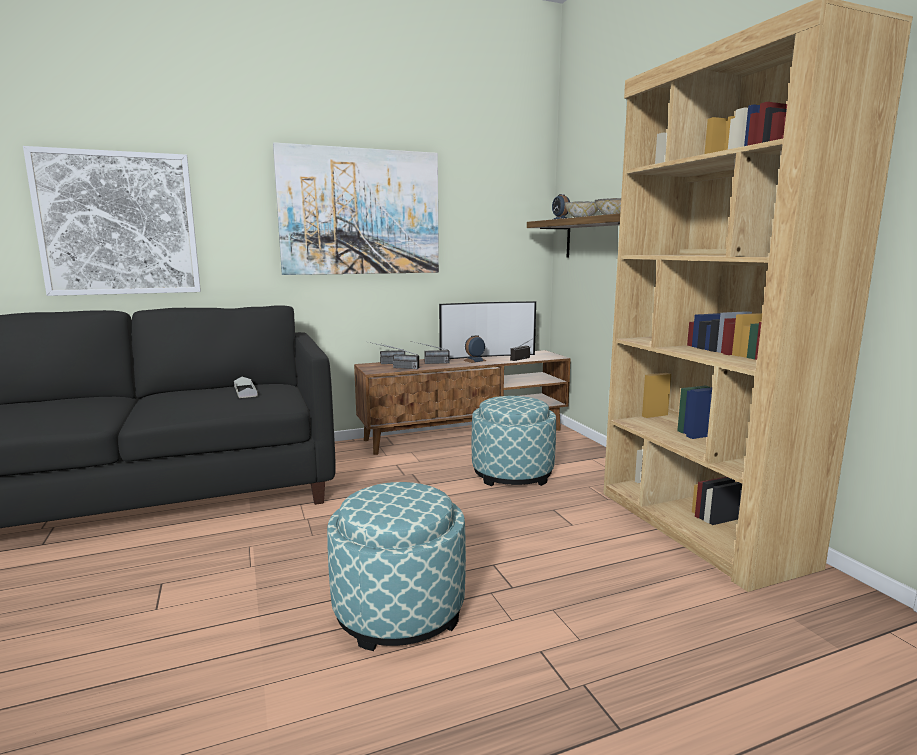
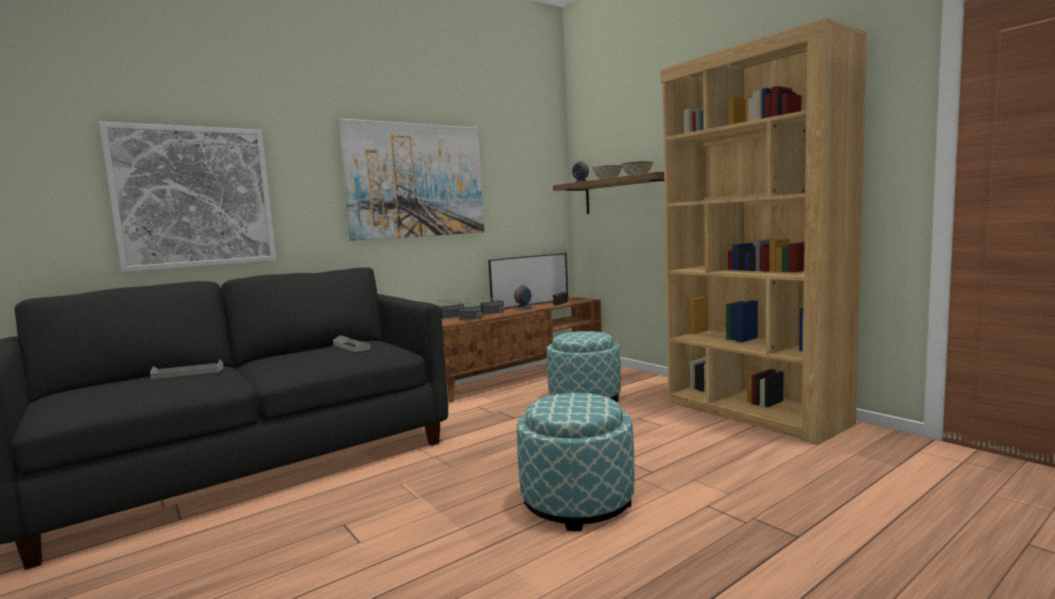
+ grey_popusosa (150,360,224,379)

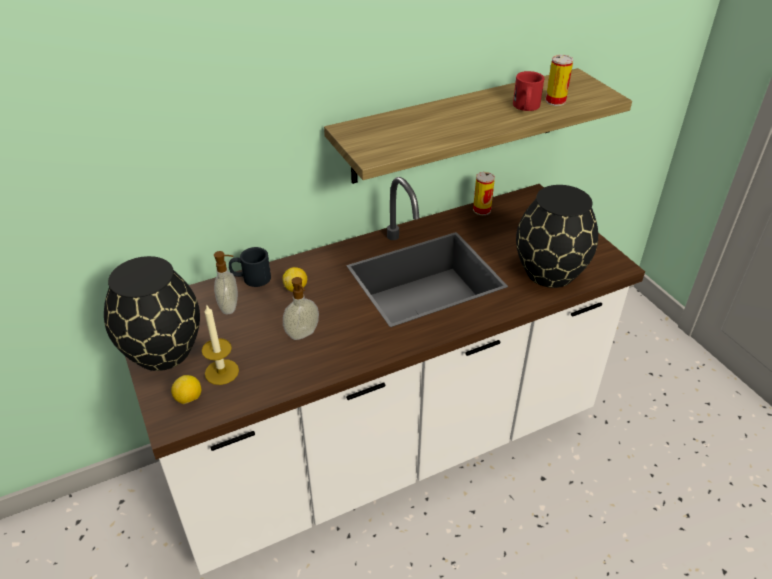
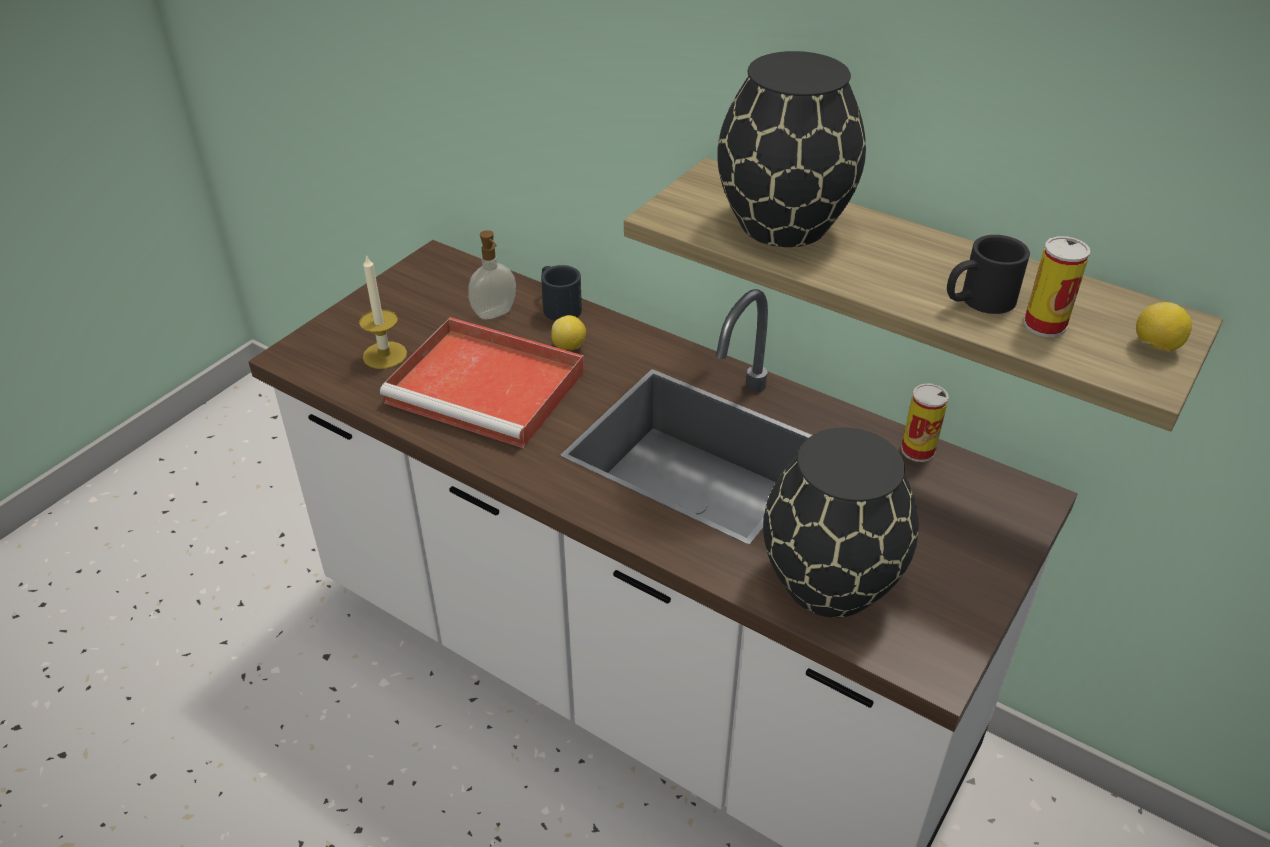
~ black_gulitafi (104,256,200,371) to (717,51,866,247)
~ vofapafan (171,375,201,404) to (1136,302,1192,352)
~ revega (283,277,319,340) to red_popusosa (380,317,584,448)
~ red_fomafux (513,71,544,111) to black_fomafux (947,235,1030,314)

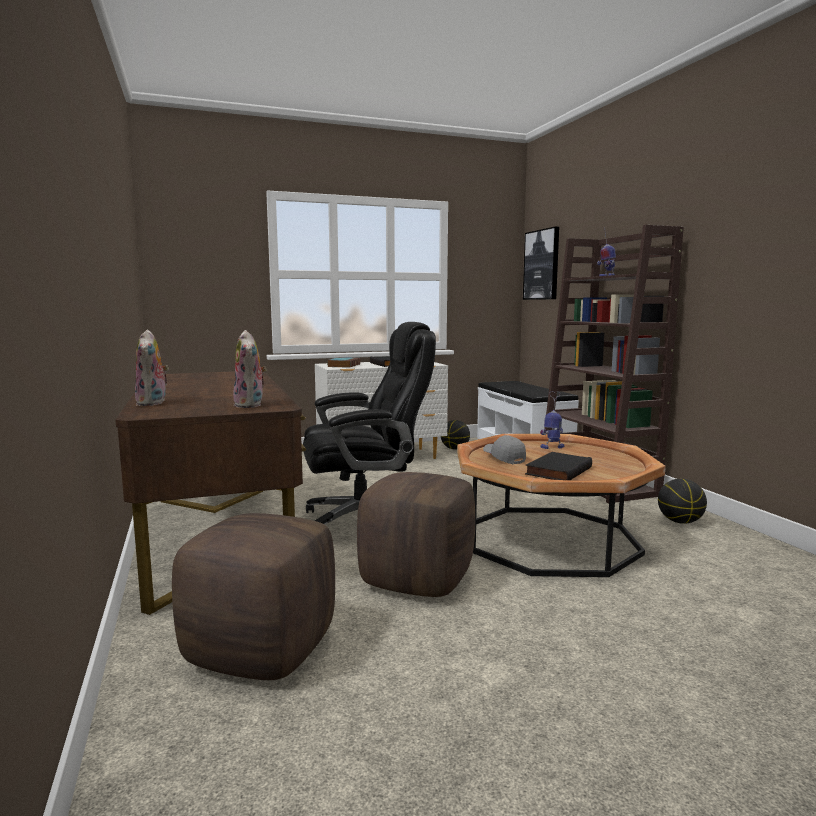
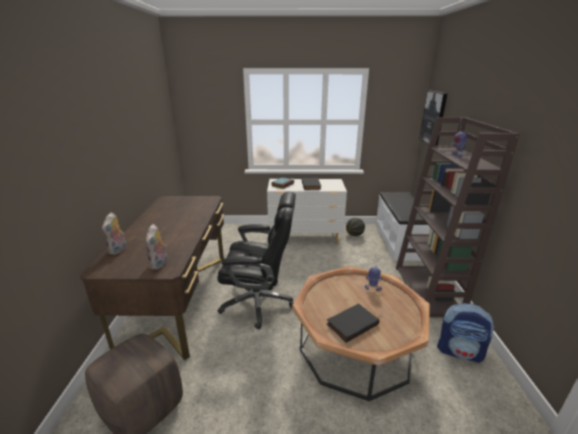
- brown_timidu (357,472,475,597)
- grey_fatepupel (483,435,526,464)
~ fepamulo (658,479,707,524) to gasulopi (437,303,495,363)

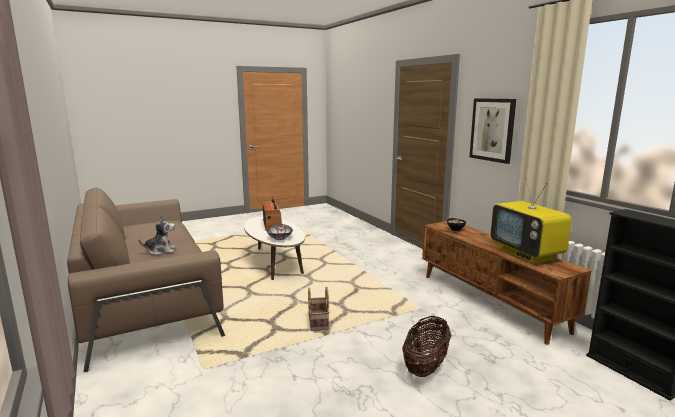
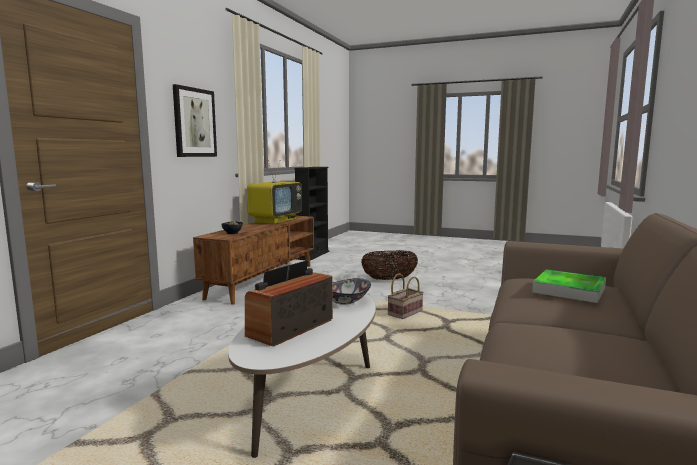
~ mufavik (138,215,175,255) to popusosa (532,269,606,303)

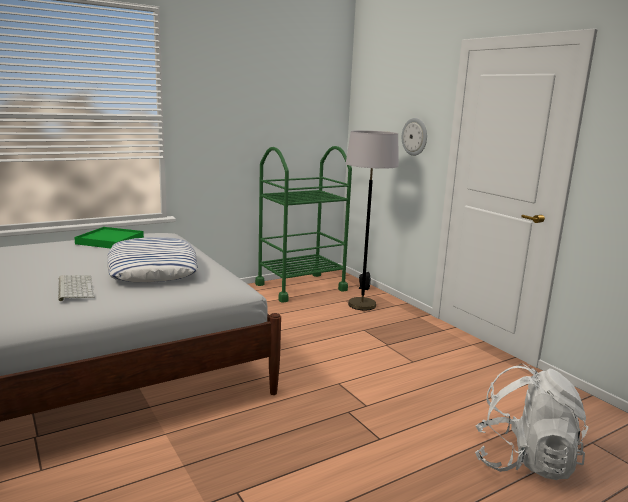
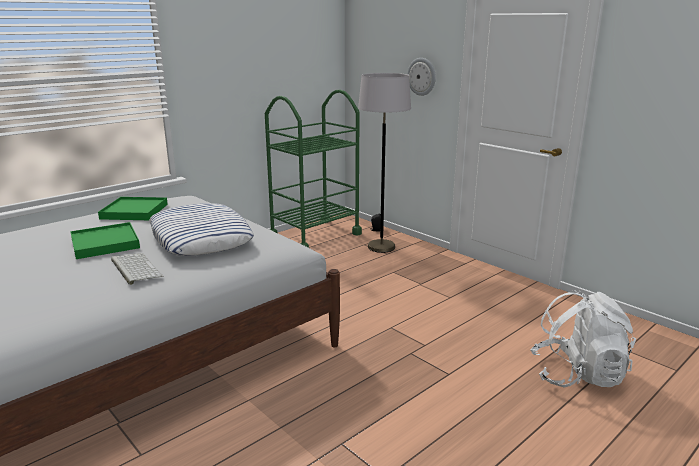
+ green_popusosa (70,222,140,259)

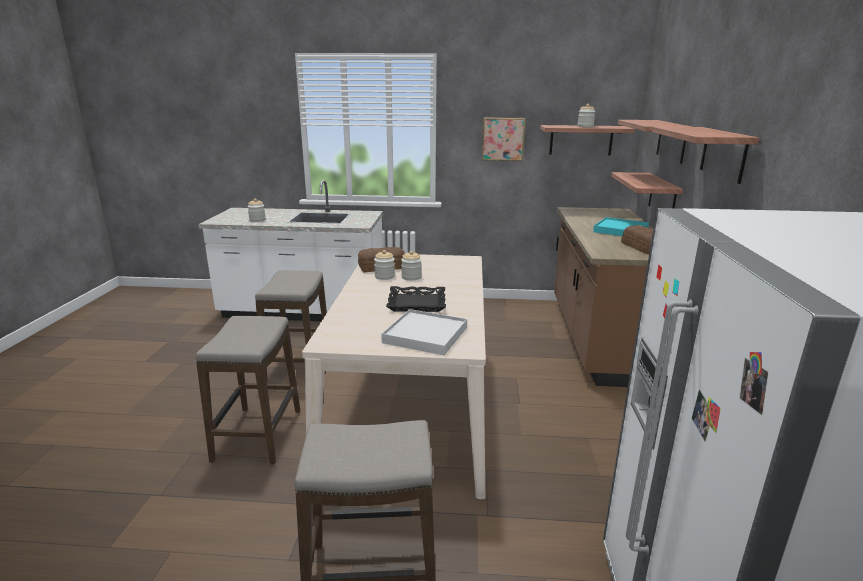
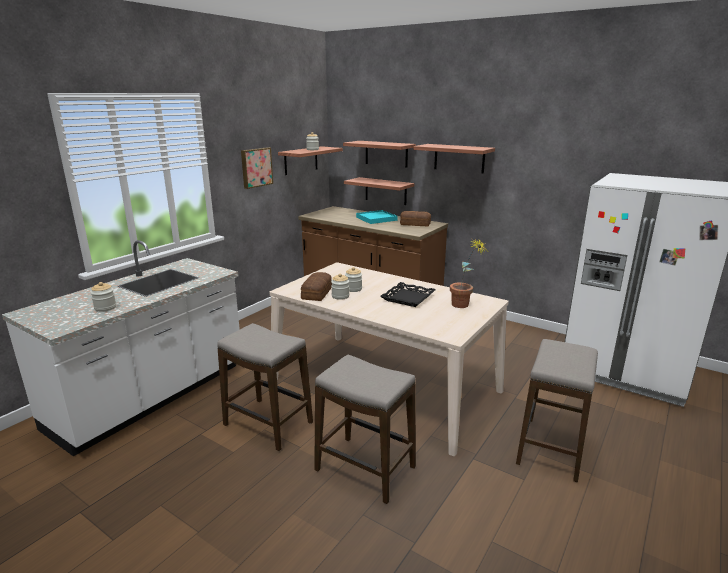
~ white_popusosa (381,309,467,355) to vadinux (450,238,487,308)

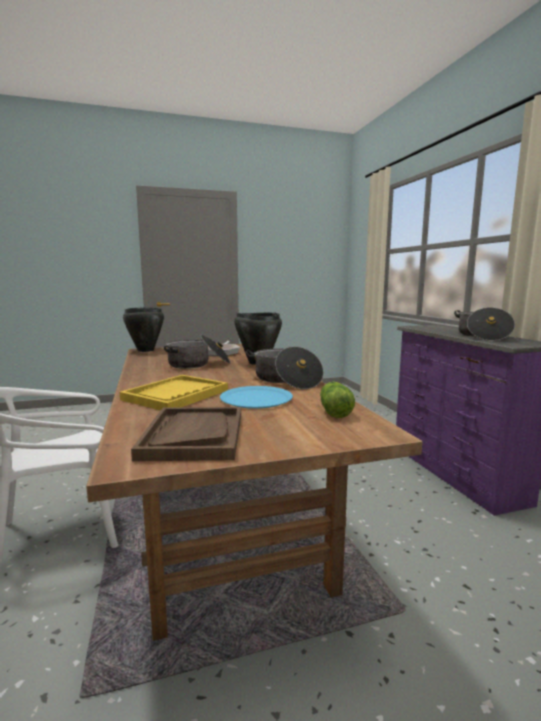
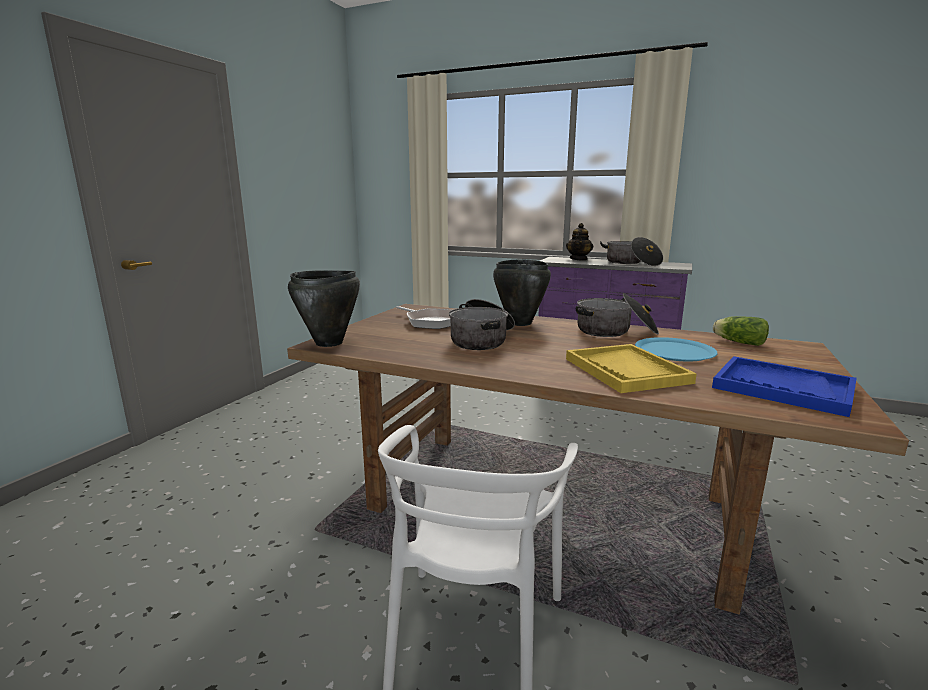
~ brown_popusosa (131,407,241,461) to blue_popusosa (712,356,857,417)
+ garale (566,223,593,261)

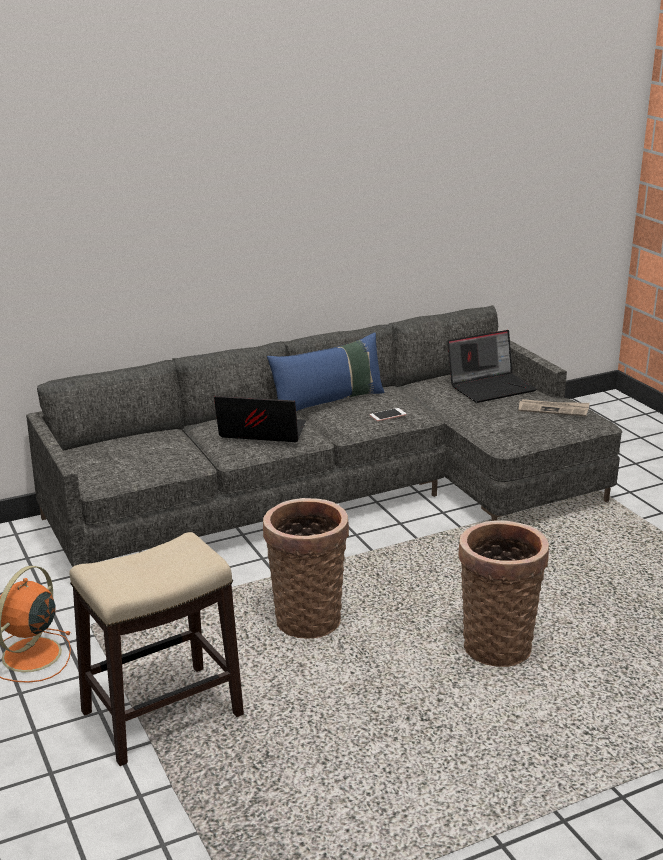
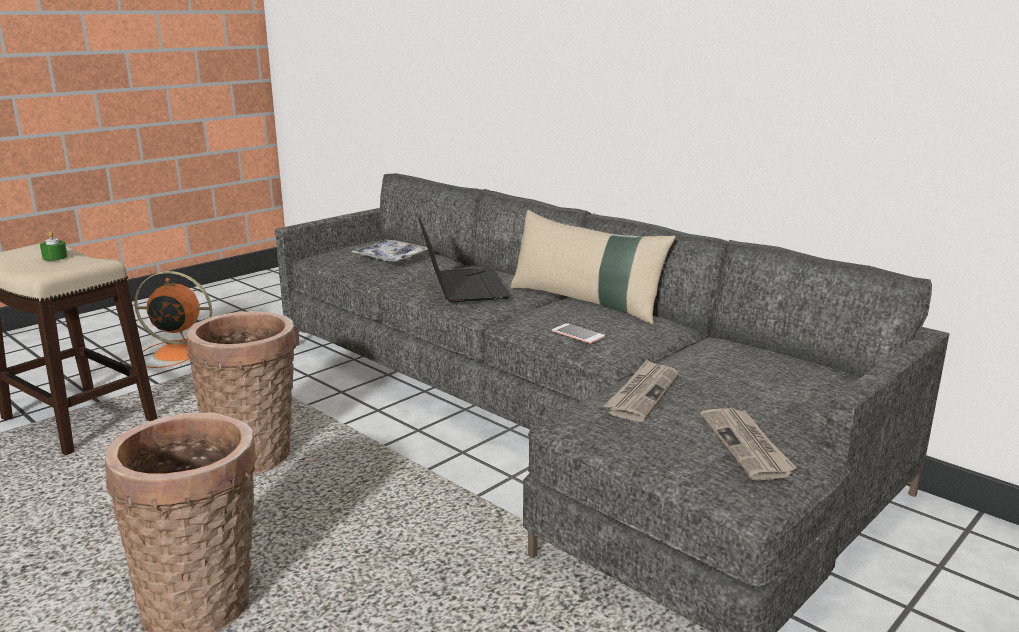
~ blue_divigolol (267,332,385,411) to beige_divigolol (510,210,676,324)
- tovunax (448,330,537,403)
+ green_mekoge (40,231,68,261)
+ popusosa (351,239,428,262)
+ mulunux (604,359,679,422)

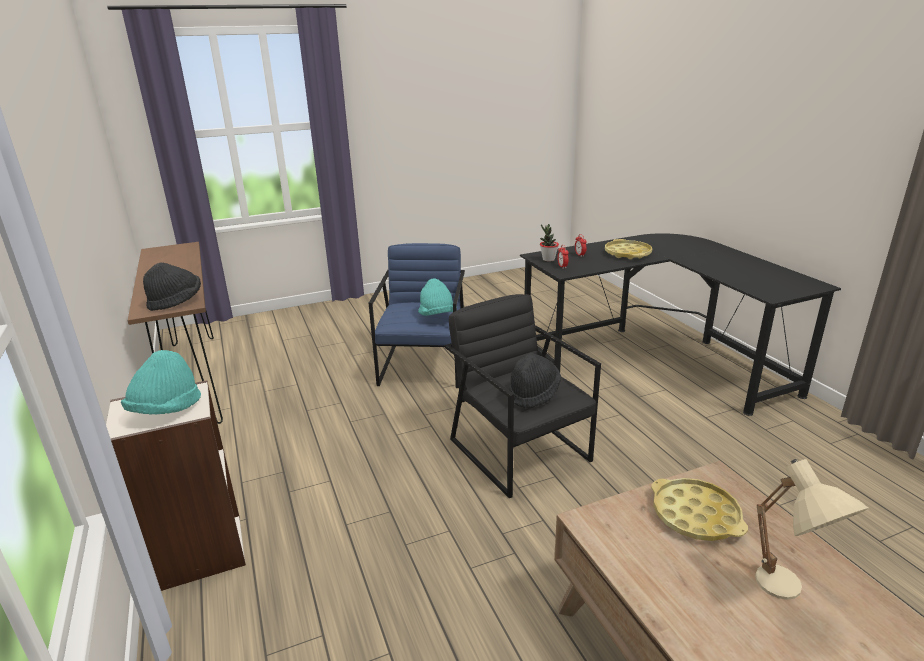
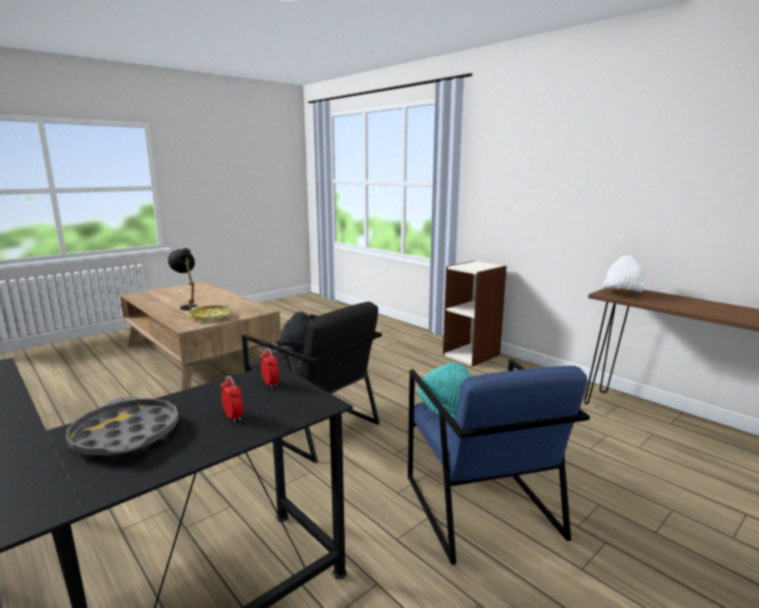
- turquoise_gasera (121,350,201,415)
~ black_gasera (143,263,201,311) to white_gasera (603,255,644,292)
- vadinux (540,224,559,261)
~ yellow_popusosa (605,239,652,259) to grey_popusosa (66,397,179,456)
~ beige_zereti (755,459,868,600) to black_zereti (168,248,198,310)

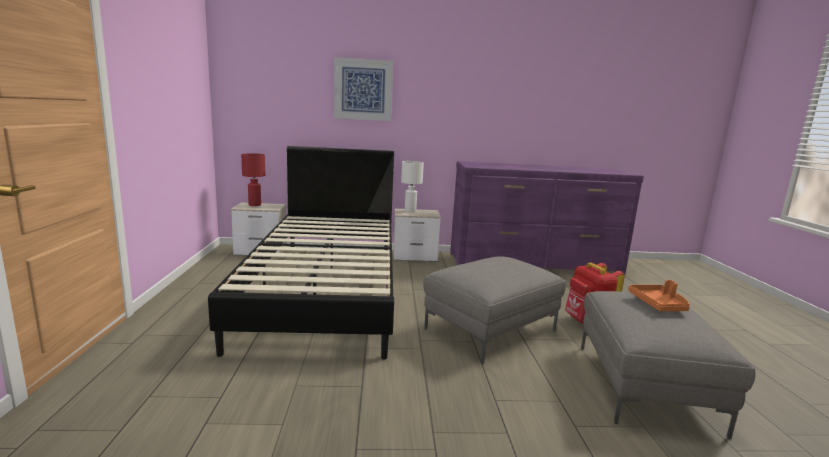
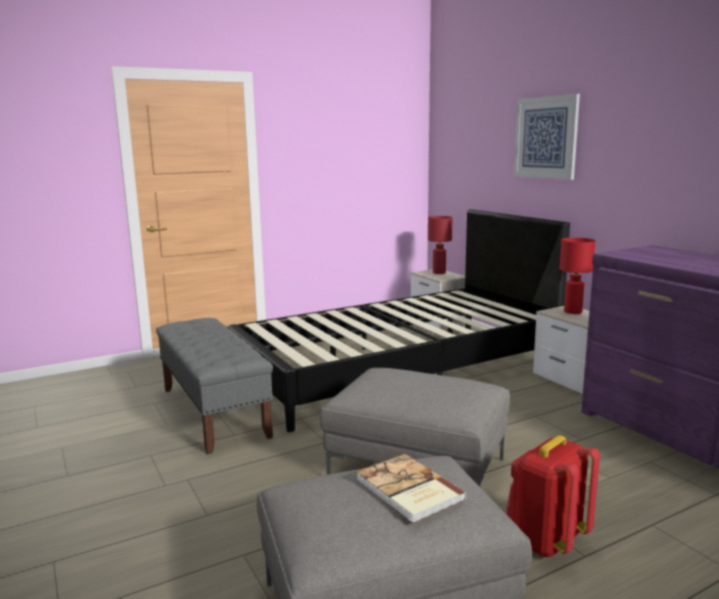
~ white_zereti (401,161,424,213) to red_zereti (559,237,596,314)
~ orange_popusosa (628,280,690,311) to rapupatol (356,454,466,524)
+ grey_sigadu (156,318,273,454)

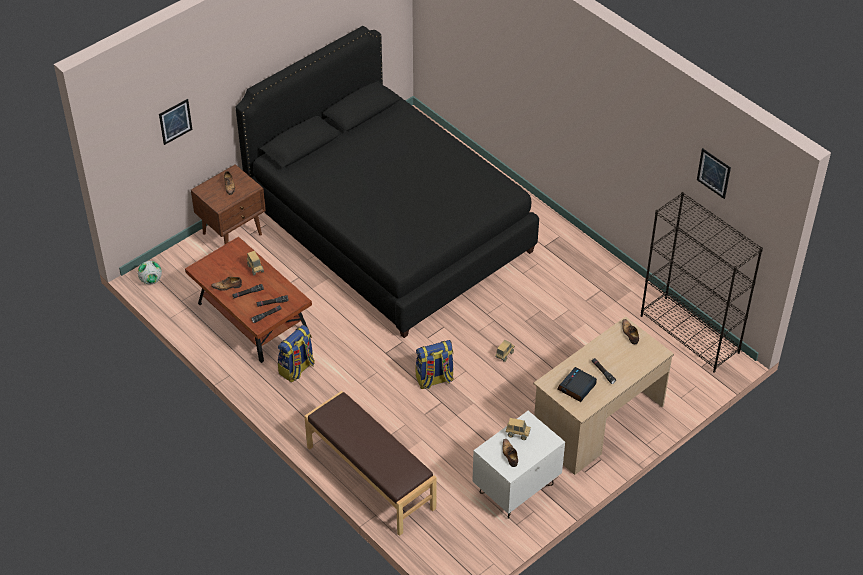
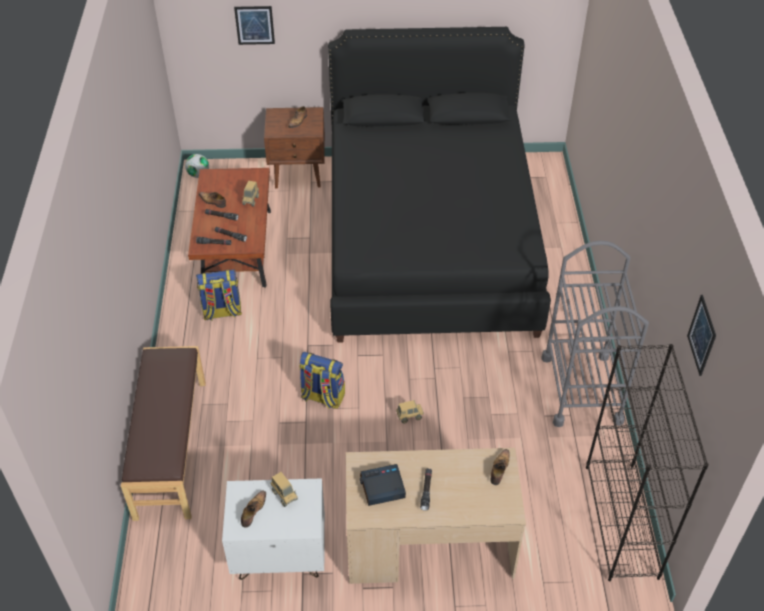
+ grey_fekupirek (541,240,649,427)

